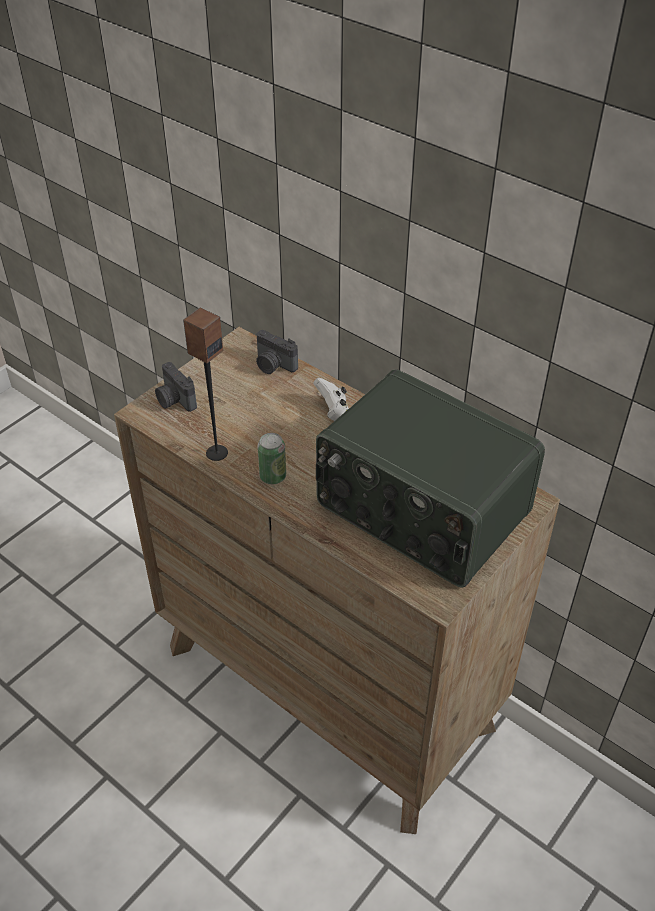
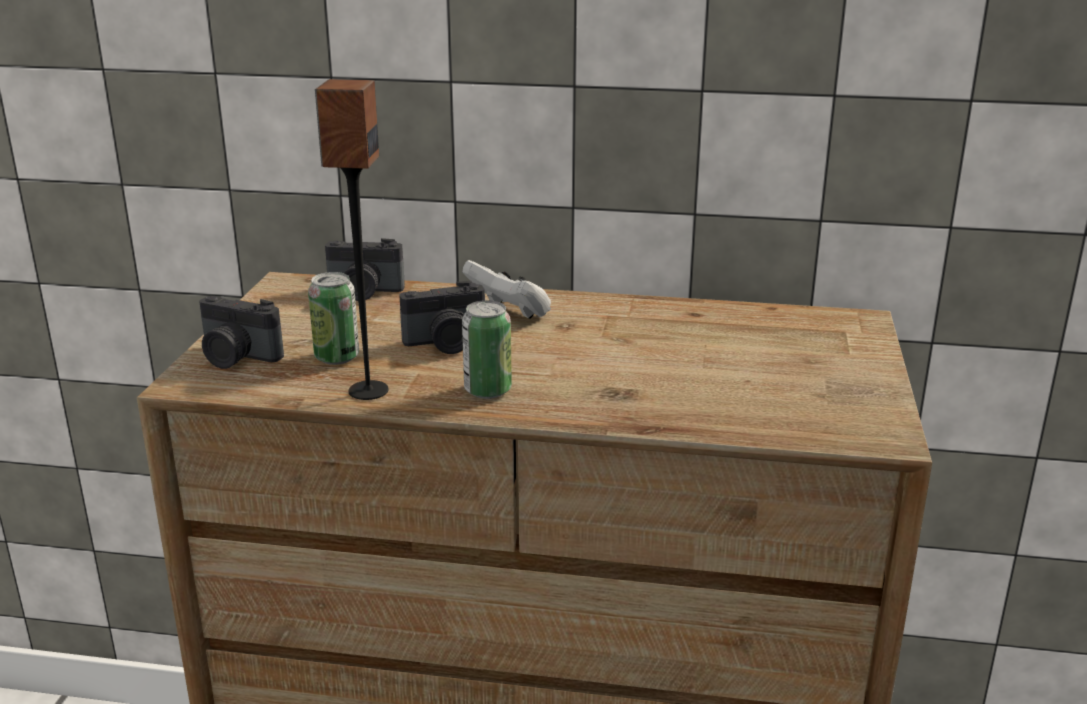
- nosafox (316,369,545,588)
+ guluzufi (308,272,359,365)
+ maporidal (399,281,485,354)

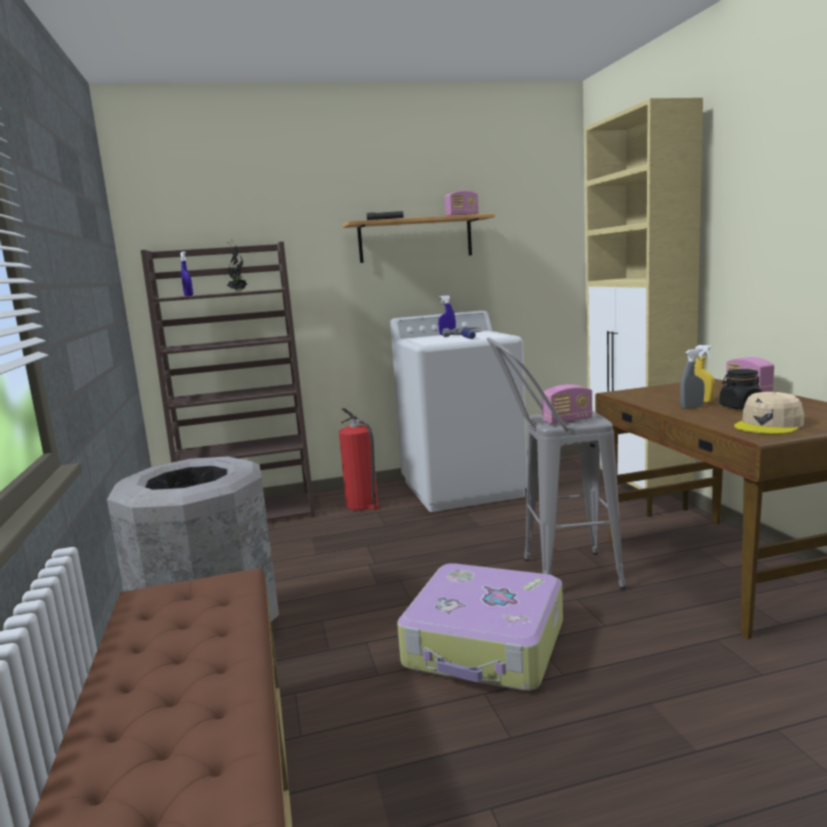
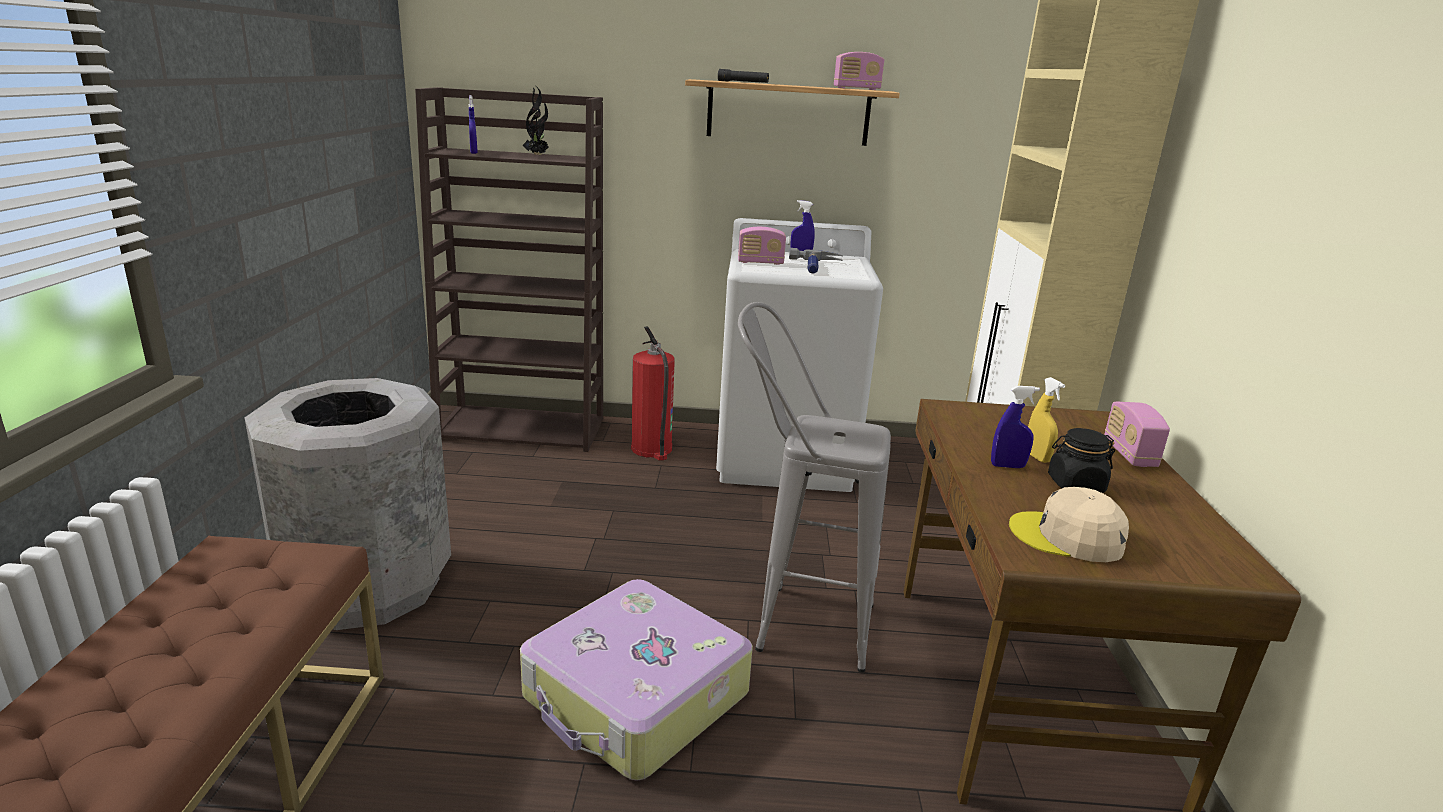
~ nosafox (542,384,593,424) to (738,227,786,265)
~ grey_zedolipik (680,348,704,409) to blue_zedolipik (991,386,1040,468)
~ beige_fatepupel (734,392,805,434) = (1009,487,1129,562) 45 degrees clockwise

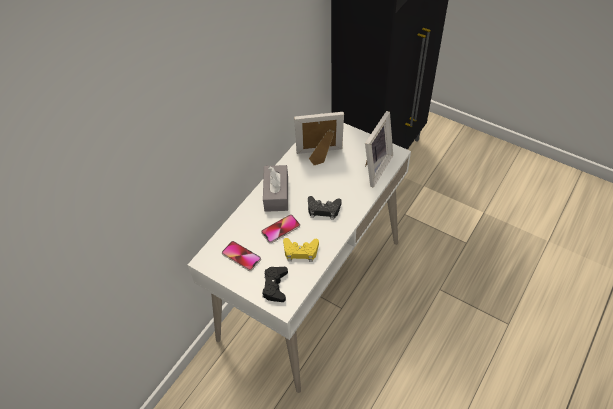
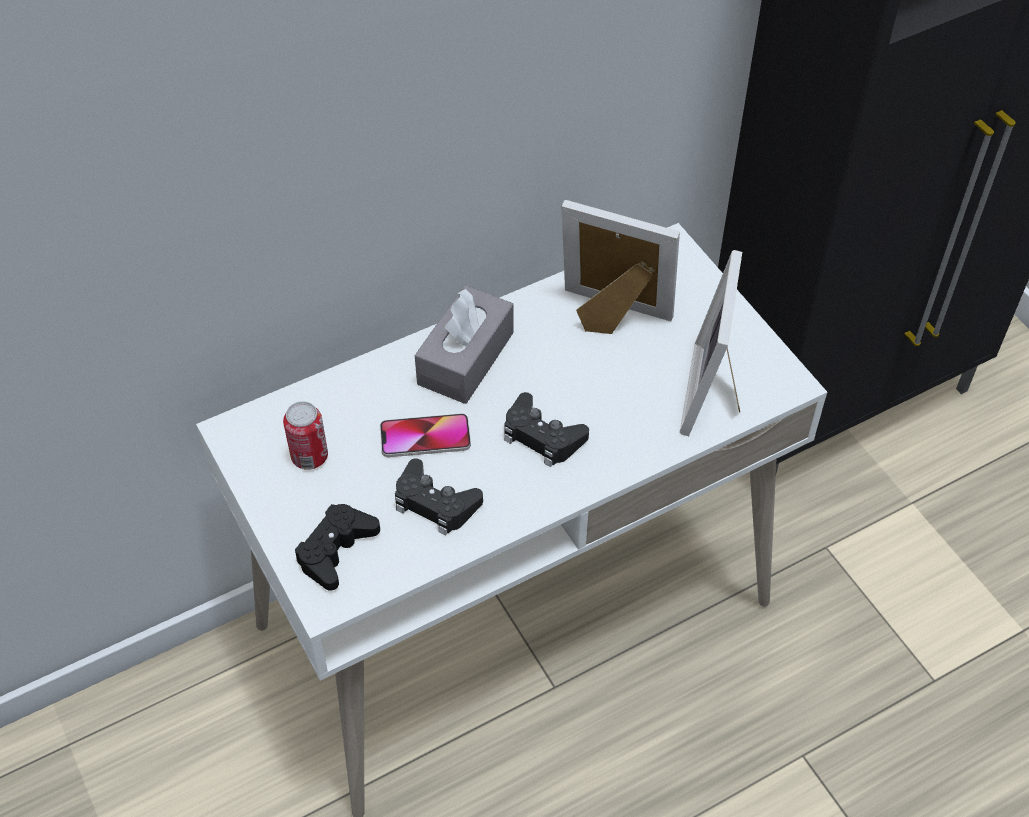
~ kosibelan (222,241,261,271) to guluzufi (283,401,328,470)
~ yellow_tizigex (283,238,319,262) to black_tizigex (395,458,483,536)
~ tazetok (365,111,393,187) = (680,250,742,436) 135 degrees clockwise

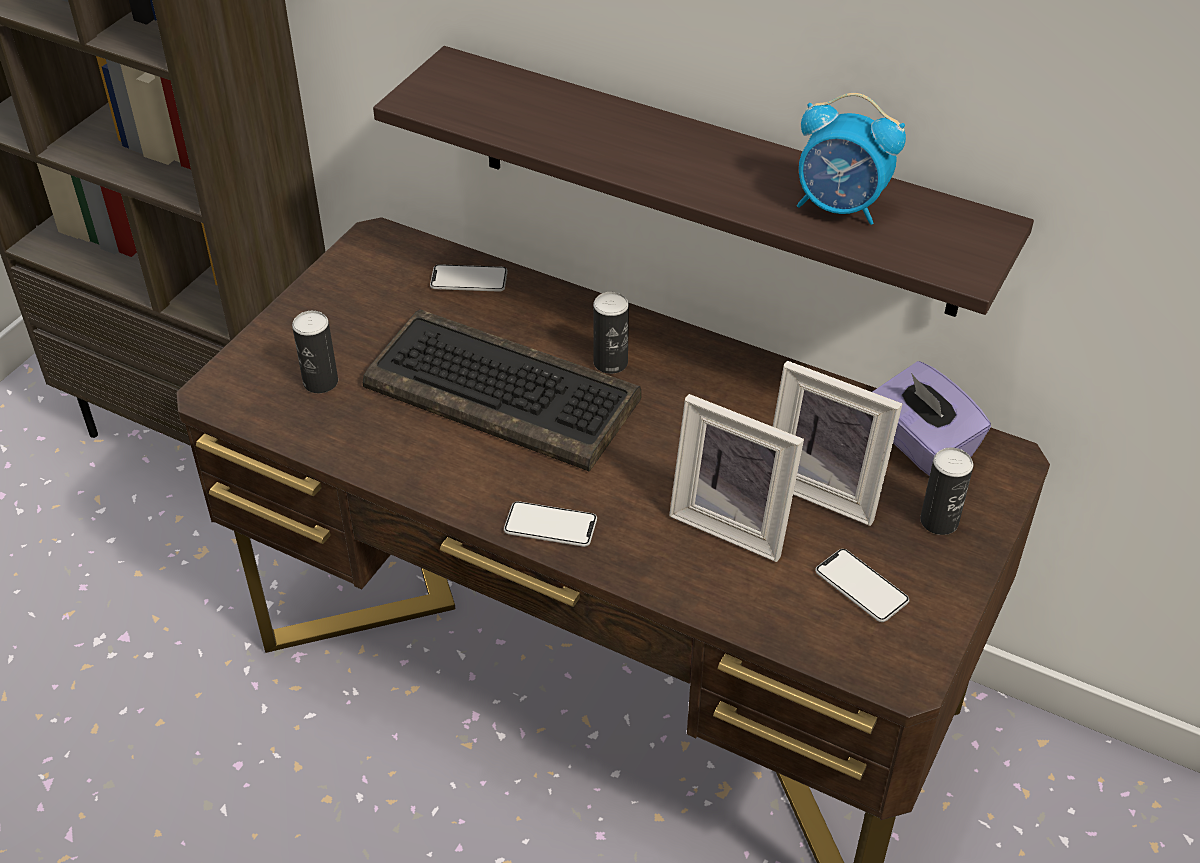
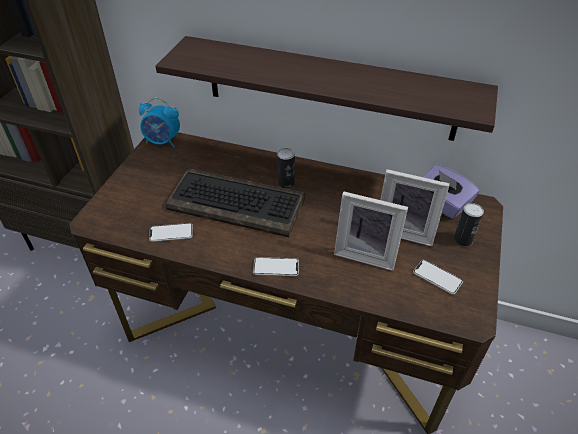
- guluzufi (292,311,338,393)
~ kosibelan (430,264,508,292) to (149,223,193,242)
~ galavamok (797,93,906,225) to (139,98,180,147)

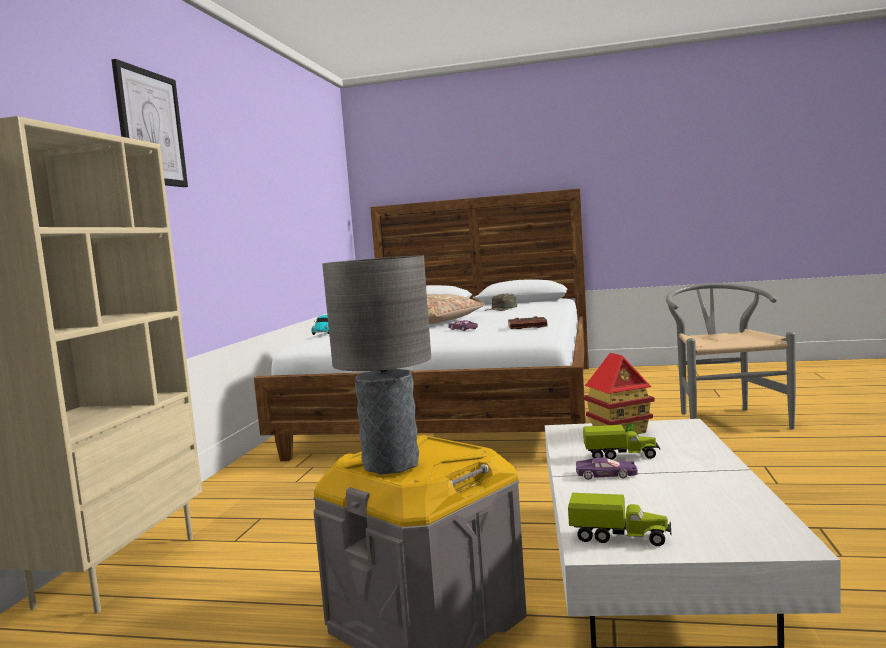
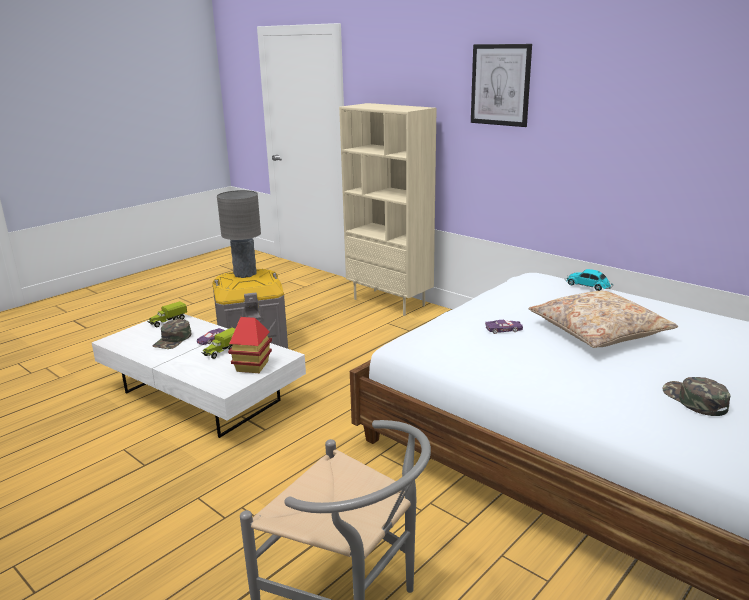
- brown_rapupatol (508,316,547,329)
+ green_fatepupel (153,319,191,349)

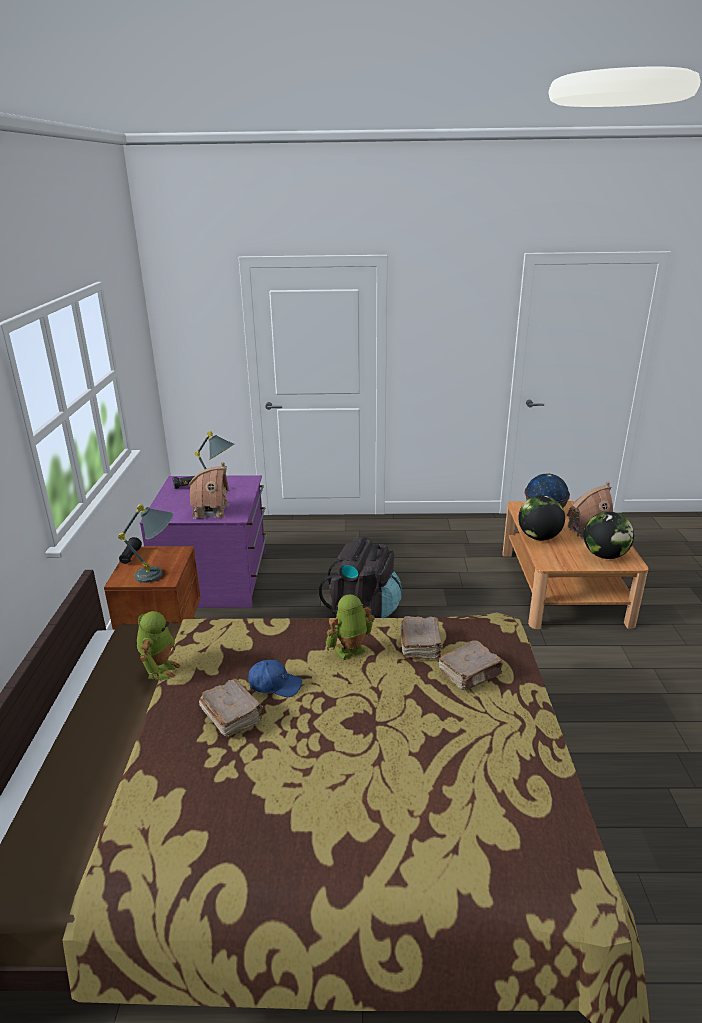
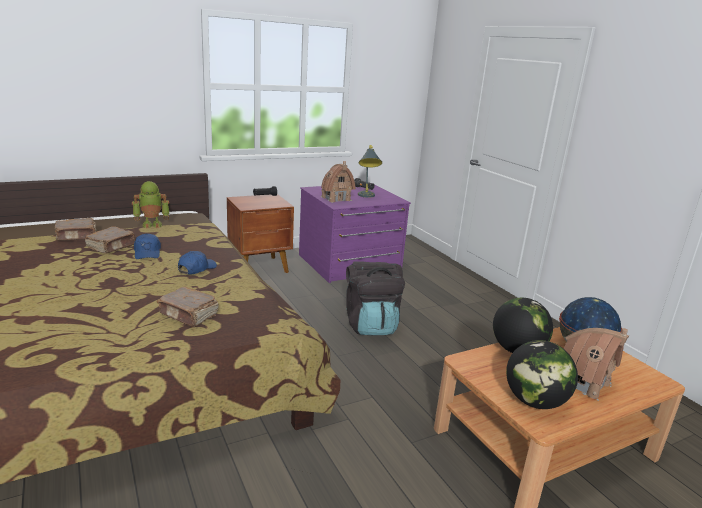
- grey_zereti (118,504,173,583)
~ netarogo (326,595,375,660) to blue_fatepupel (178,251,217,275)
~ brown_rapupatol (400,616,443,659) to (55,218,97,241)

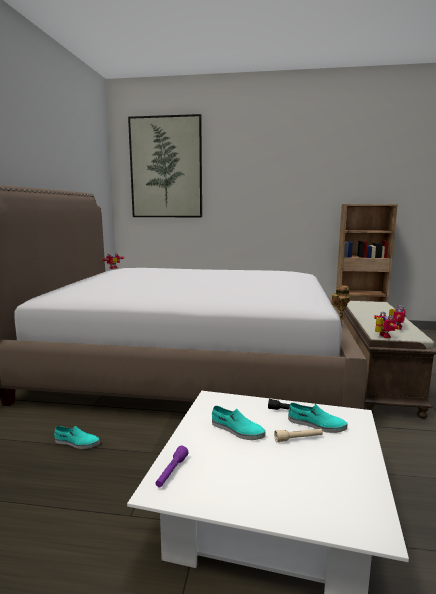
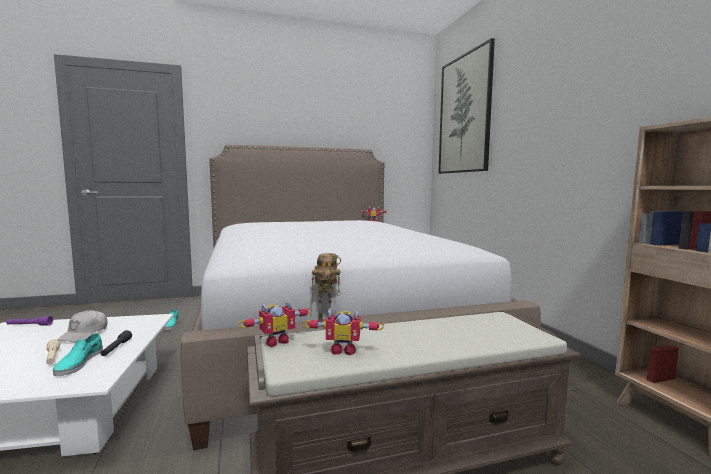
~ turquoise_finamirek (212,406,266,440) to white_fatepupel (57,310,108,343)

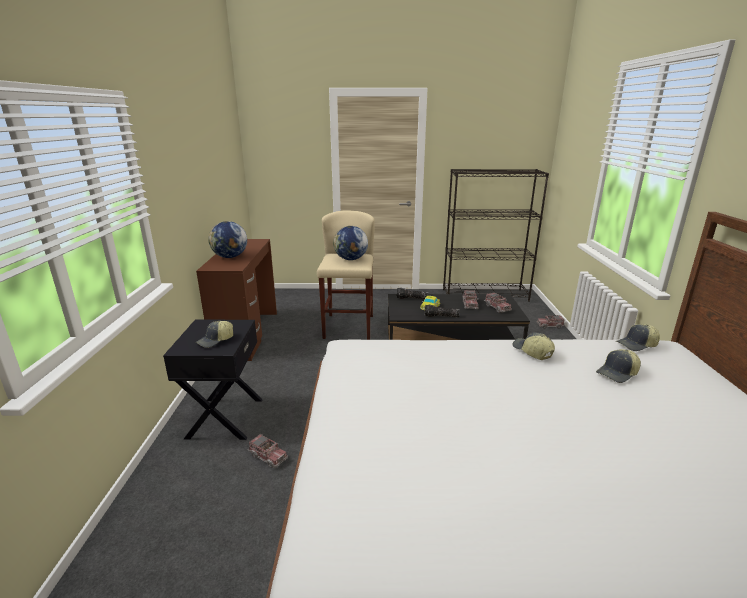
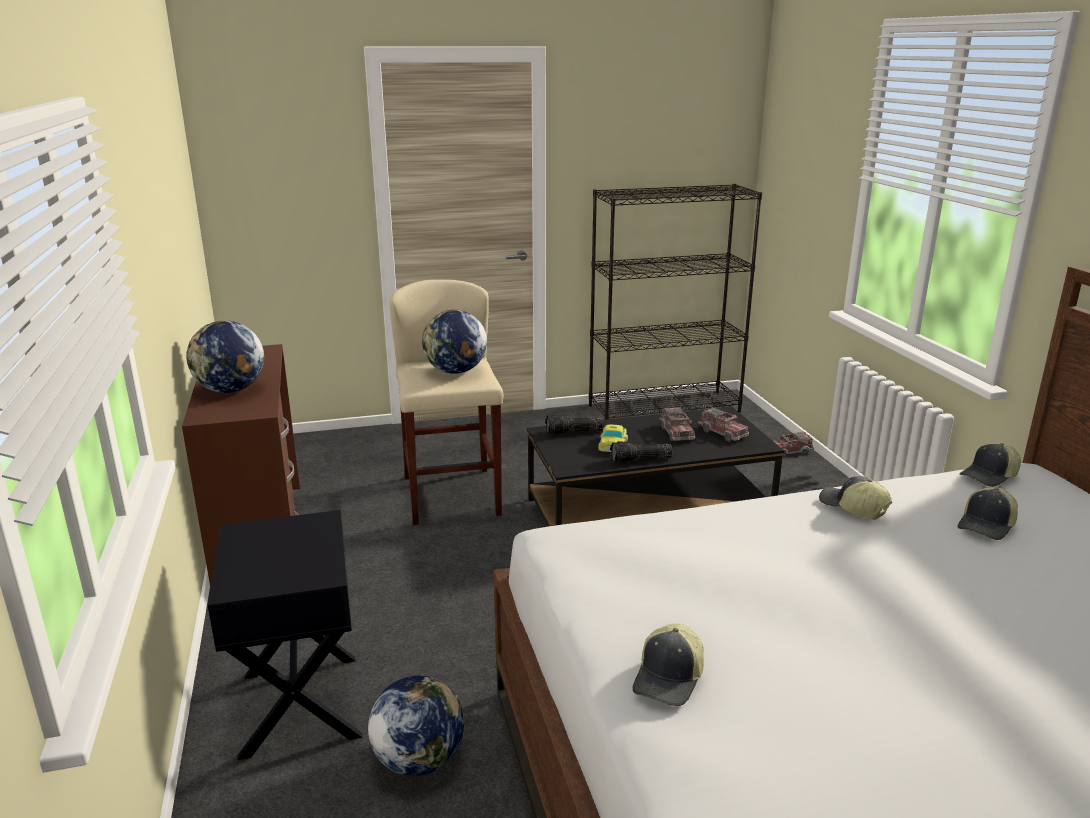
~ fatepupel (196,321,233,348) to (632,624,704,706)
~ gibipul (247,434,288,468) to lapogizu (368,675,464,776)

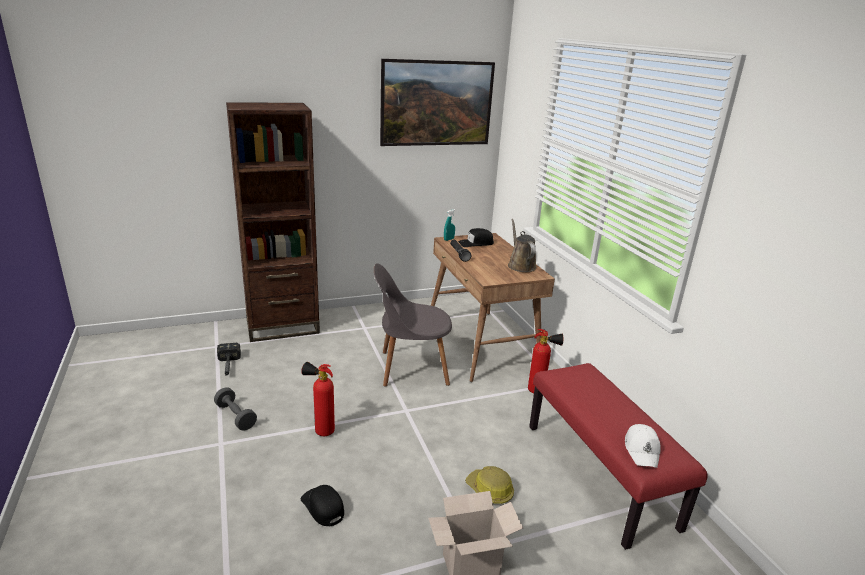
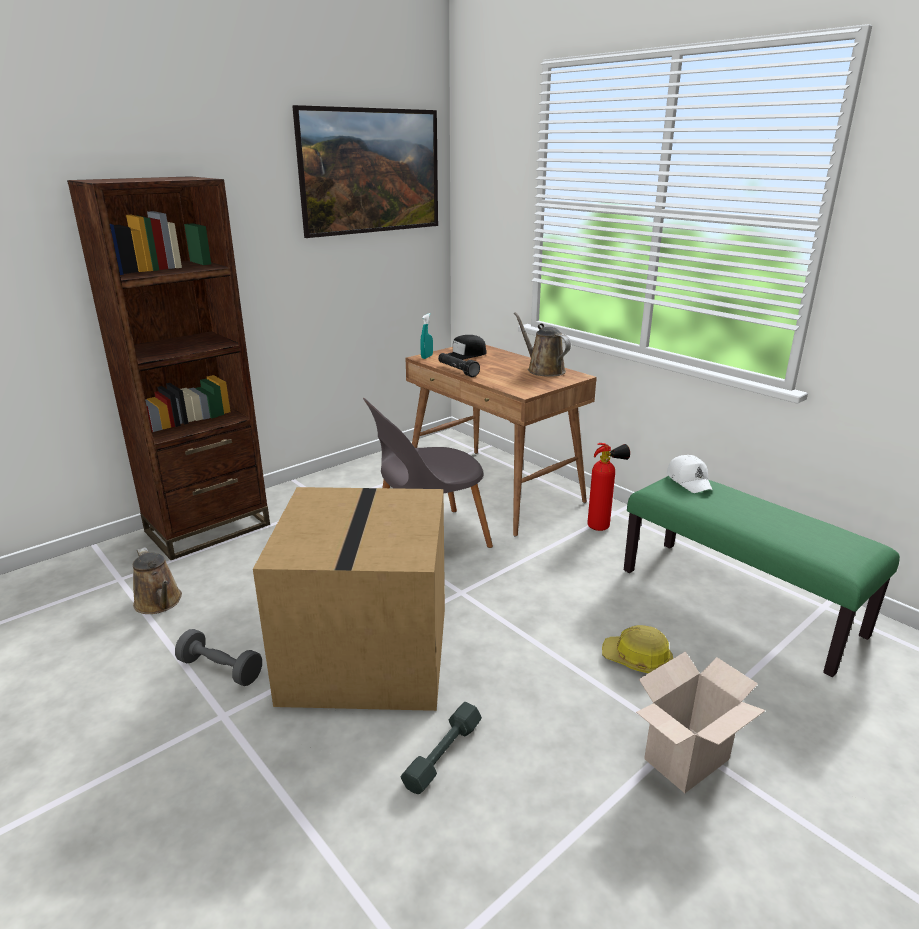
~ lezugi (217,343,241,375) to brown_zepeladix (133,547,182,614)
~ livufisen (301,362,335,436) to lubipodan (253,487,445,711)
~ black_fatepupel (301,485,344,526) to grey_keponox (401,702,482,794)
~ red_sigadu (529,363,708,550) to green_sigadu (624,476,900,677)
~ white_fatepupel (625,424,661,468) to (667,455,713,493)

